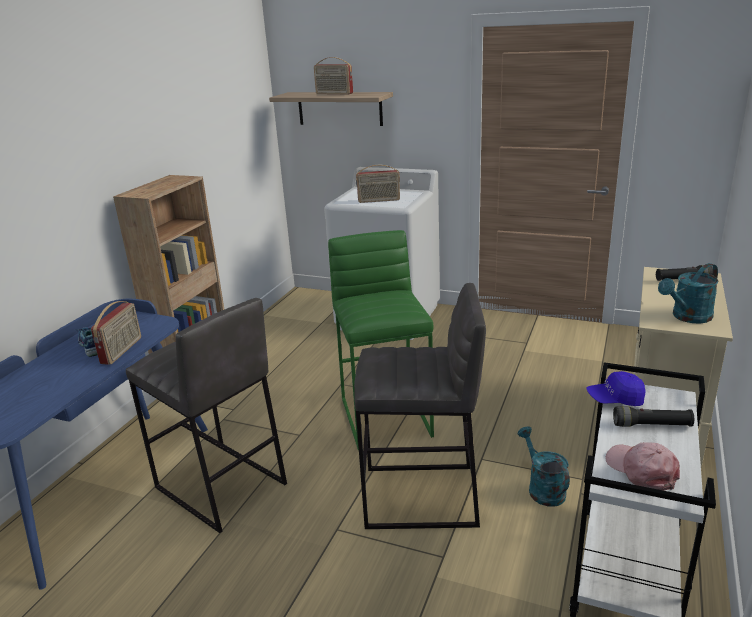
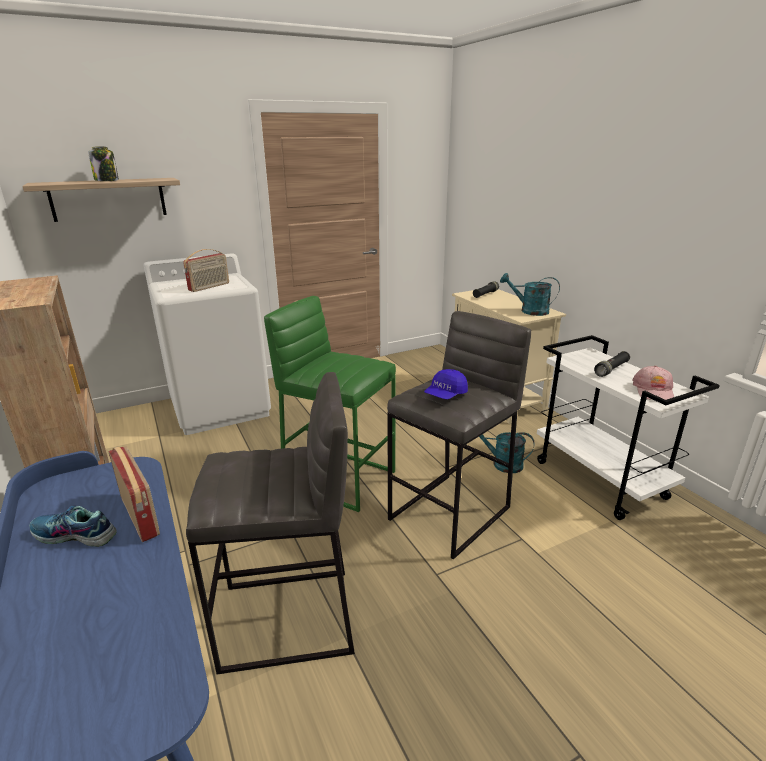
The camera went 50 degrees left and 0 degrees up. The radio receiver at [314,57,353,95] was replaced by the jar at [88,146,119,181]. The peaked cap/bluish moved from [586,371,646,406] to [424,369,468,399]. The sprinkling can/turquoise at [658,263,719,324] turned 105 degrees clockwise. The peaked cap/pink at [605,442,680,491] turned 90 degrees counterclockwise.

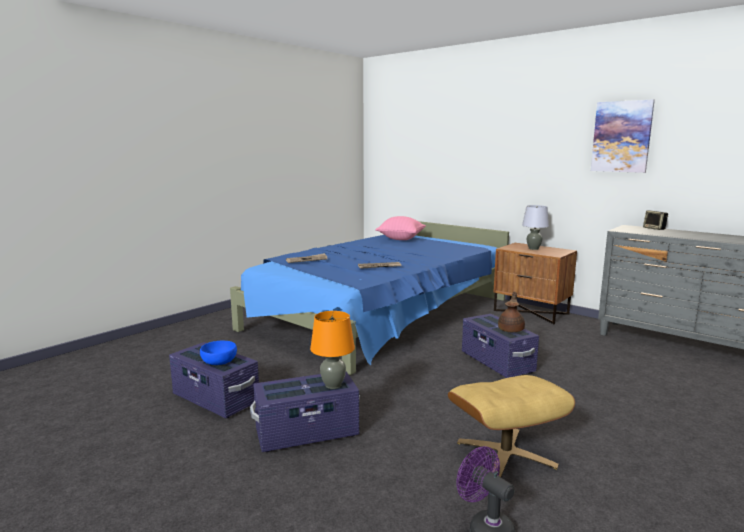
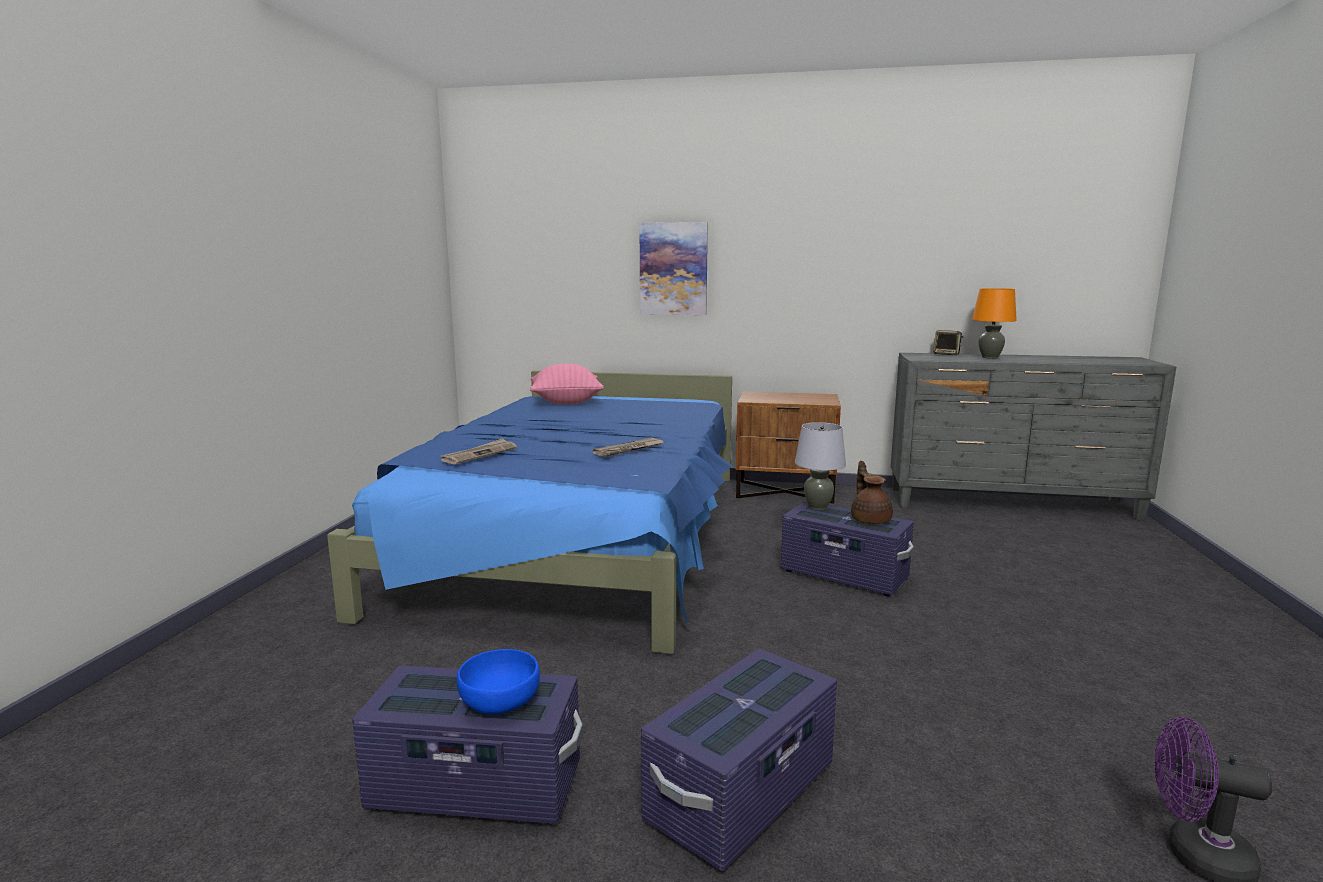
The camera went 30 degrees left and 0 degrees up. The wall art moved from [591,99,655,173] to [639,222,708,315]. The table lamp/grey moved from [522,205,549,250] to [795,422,846,510]. The table lamp/orange moved from [310,311,355,389] to [972,288,1017,359]. The footrest/beige-coloured at [448,375,575,477] disappeared.

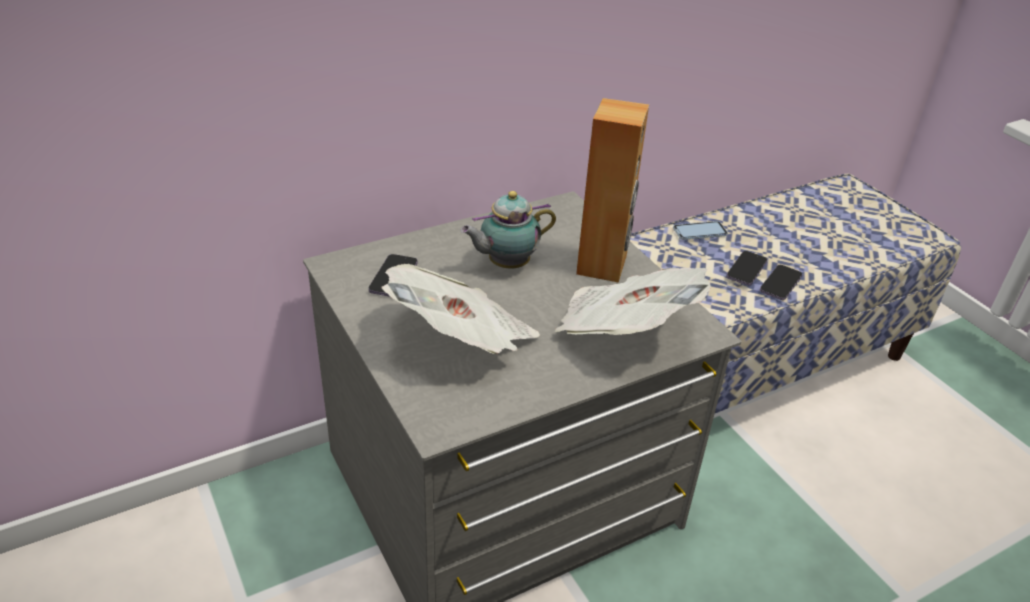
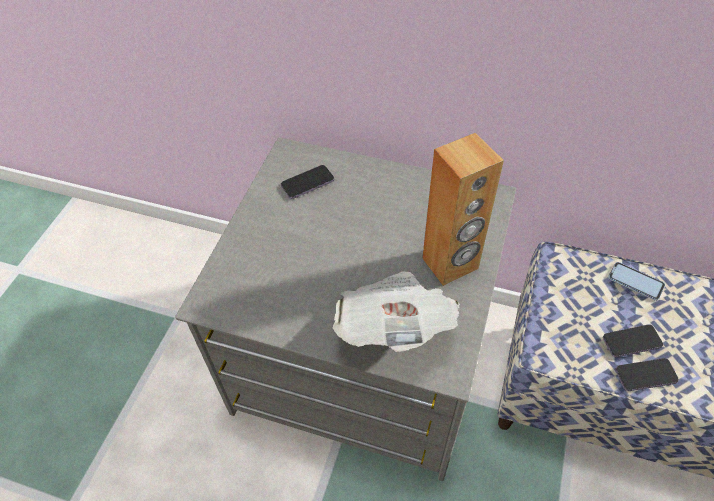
The camera went 50 degrees right and 15 degrees up. The printed paper at [381,264,540,354] disappeared. The tea pot at [460,191,556,268] disappeared.

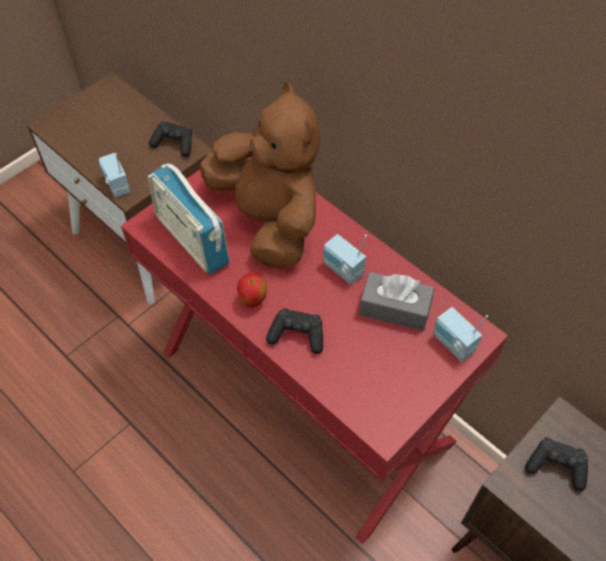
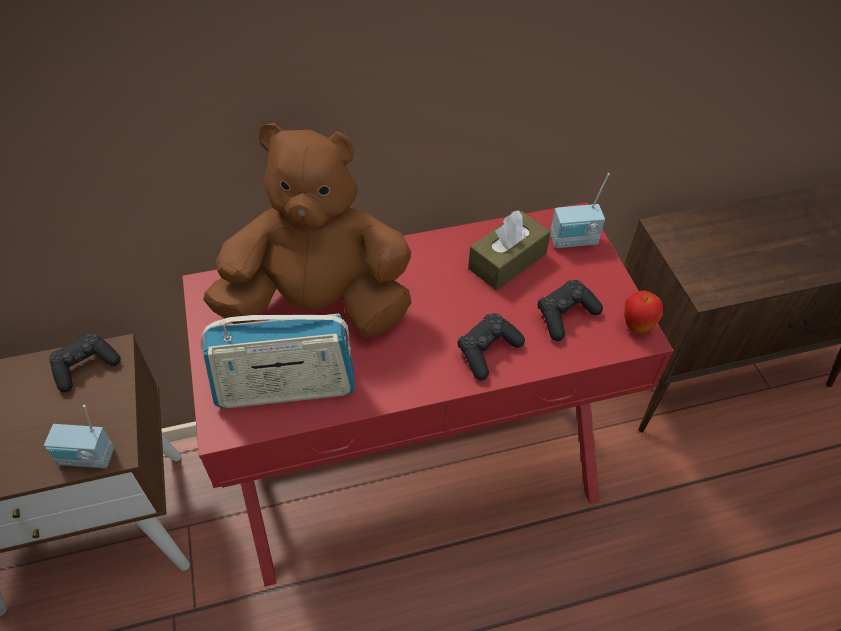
The camera went 60 degrees left and 5 degrees down. The tissue holder/grey at [359,272,434,331] became the tissue holder/brown-coloured at [468,210,551,290]. The game controller/black moved from [525,437,588,491] to [538,280,603,341]. The apple moved from [237,273,267,307] to [624,291,663,333]. The radio receiver at [323,234,367,285] disappeared.

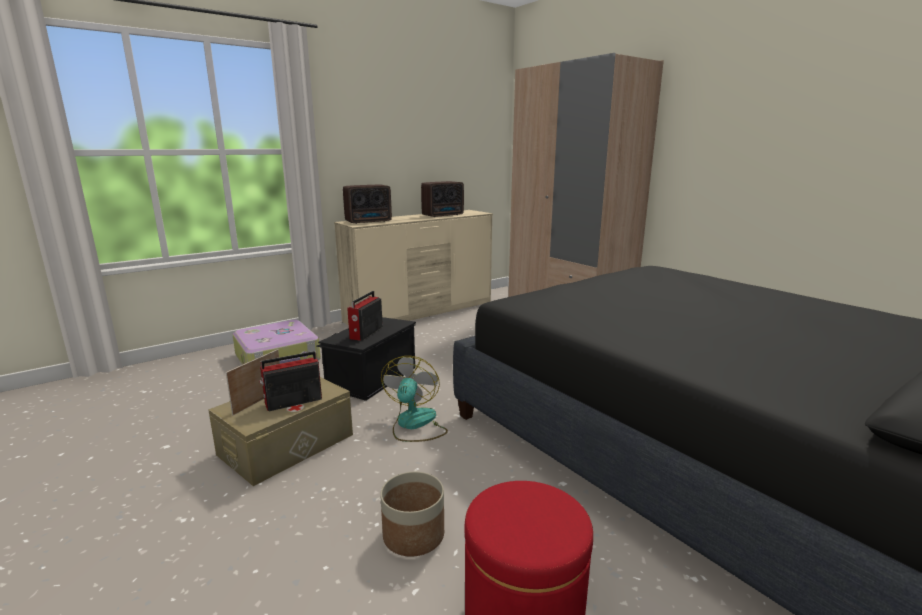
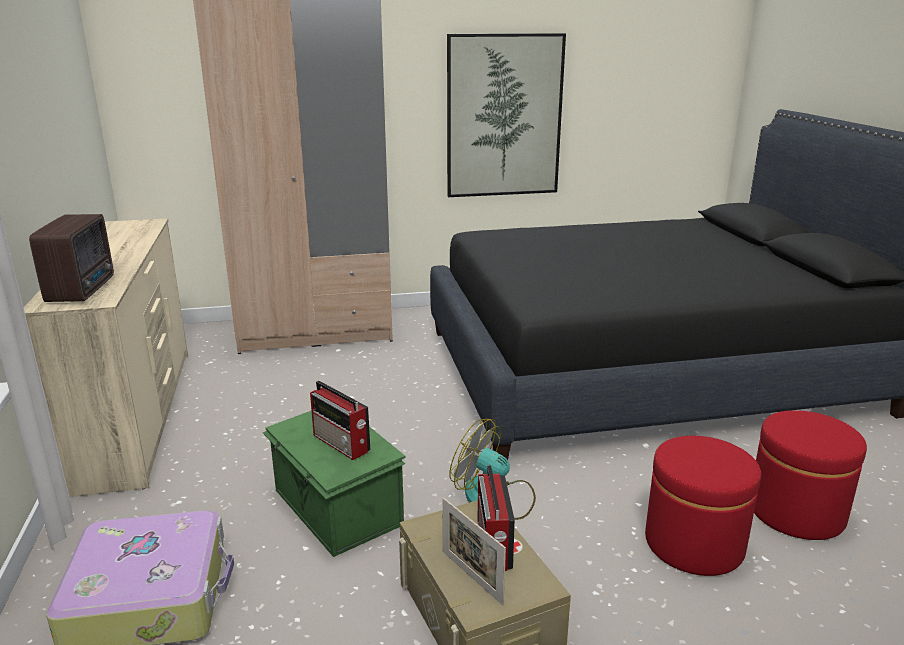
The camera went 65 degrees left and 5 degrees up. The storage box/black at [316,317,416,401] became the storage box/green-coloured at [263,410,405,557]. The wall art at [447,33,566,197] appeared. The plant pot at [380,472,444,557] was replaced by the footrest/red at [645,436,761,576]. The radio receiver at [421,181,464,217] disappeared.

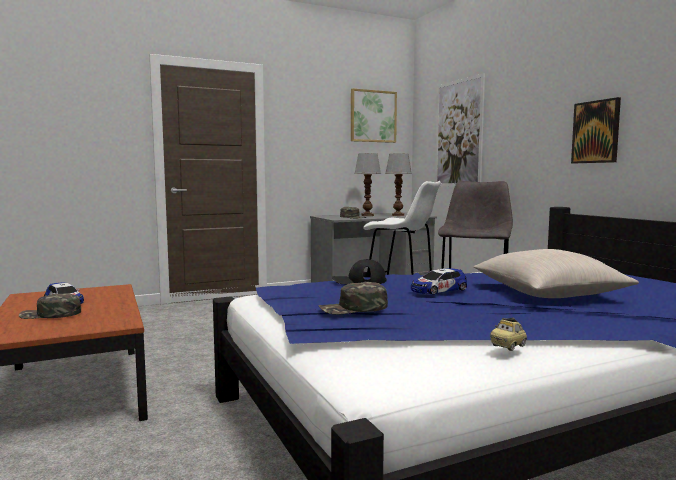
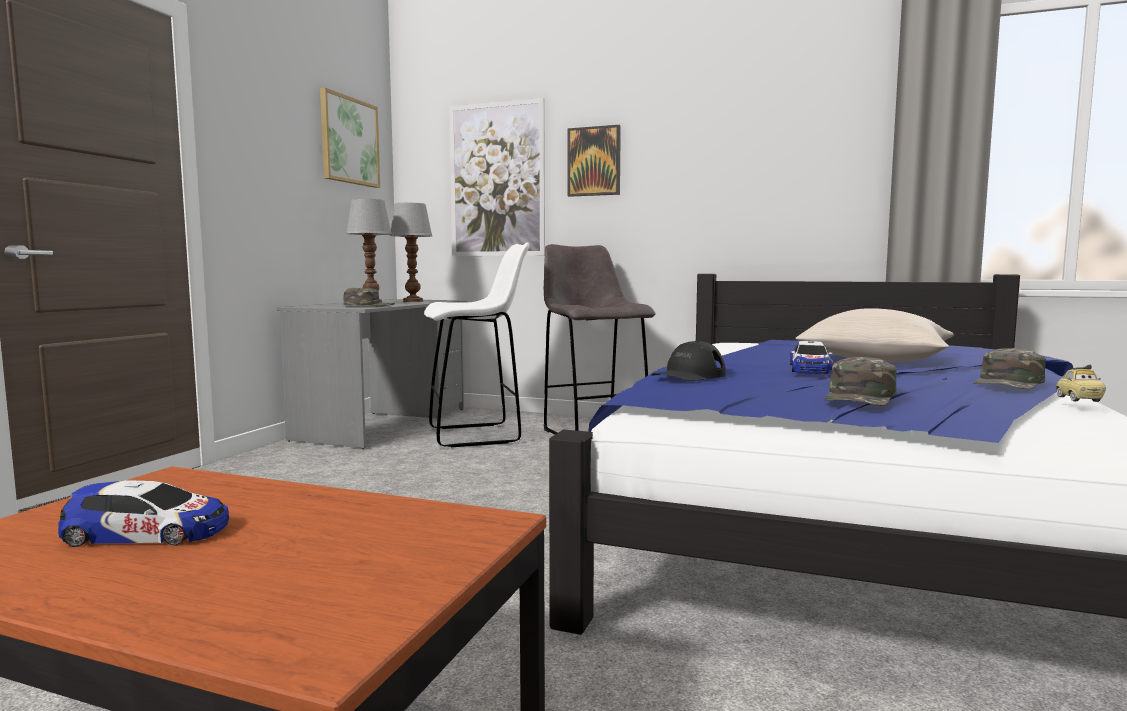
The camera went 45 degrees left and 0 degrees up. The wall art moved from [571,97,621,163] to [568,125,621,197]. The peaked cap/green-coloured moved from [19,293,81,319] to [973,348,1046,390].

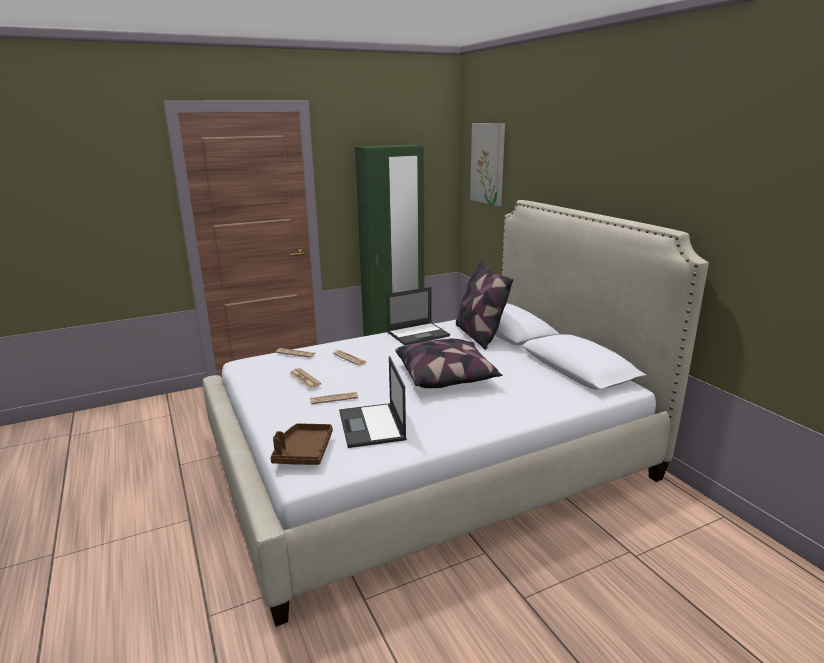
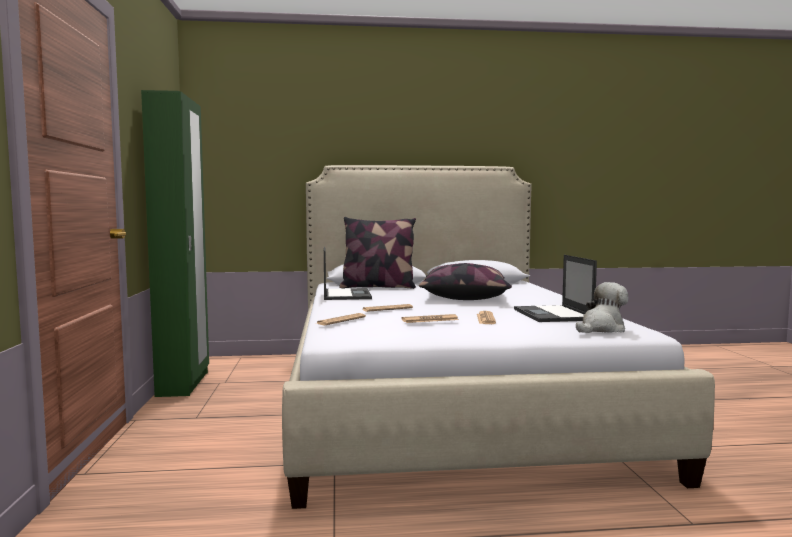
The camera went 70 degrees left and 15 degrees down. The portable computer at [339,356,407,448] turned 75 degrees clockwise. The tray/brown-coloured at [270,423,333,465] was replaced by the plush toy at [576,282,629,333]. The wall art at [470,123,505,206] disappeared.

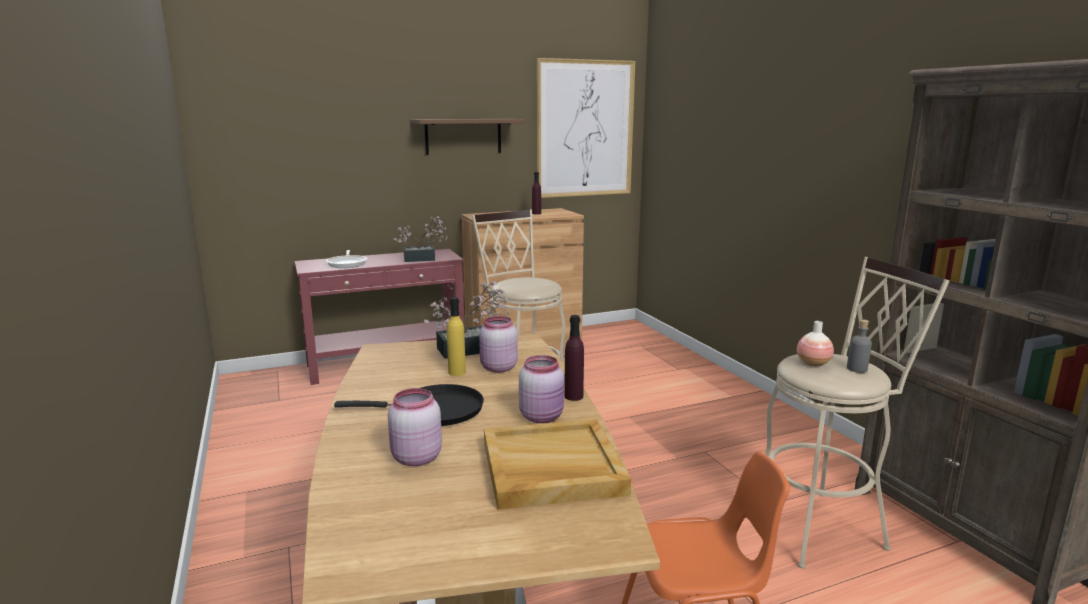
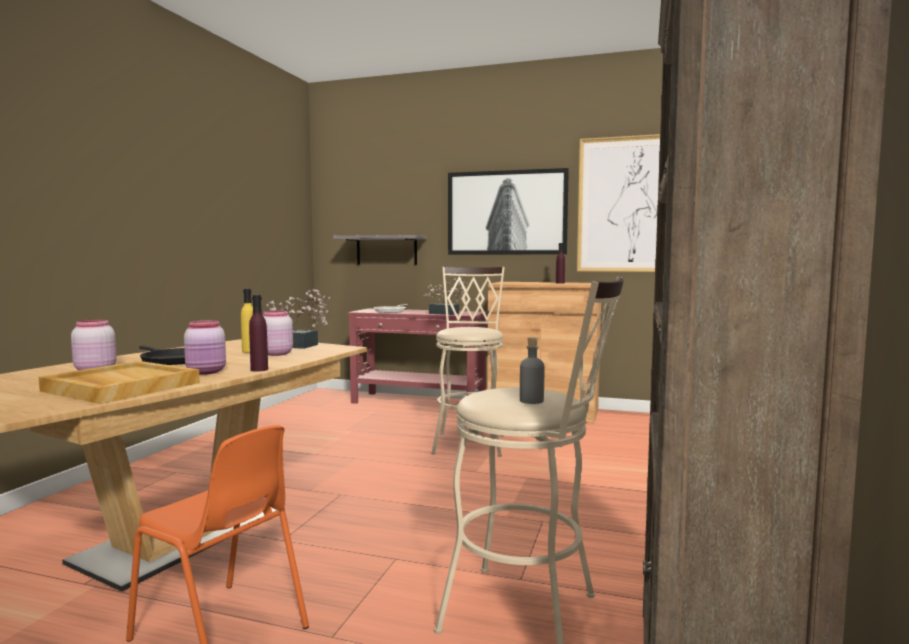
The camera went 40 degrees right and 10 degrees down. The bracket shelf/grey at [333,235,427,265] appeared. The bracket shelf/brown-coloured at [411,119,525,155] was replaced by the wall art at [448,168,569,254]. The vase at [797,321,834,366] disappeared.

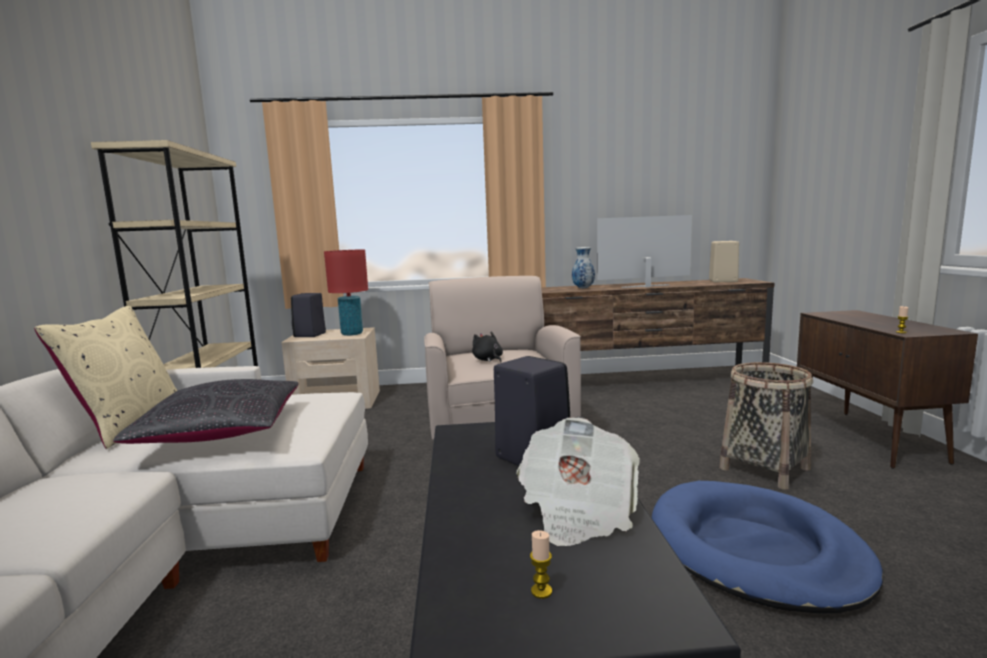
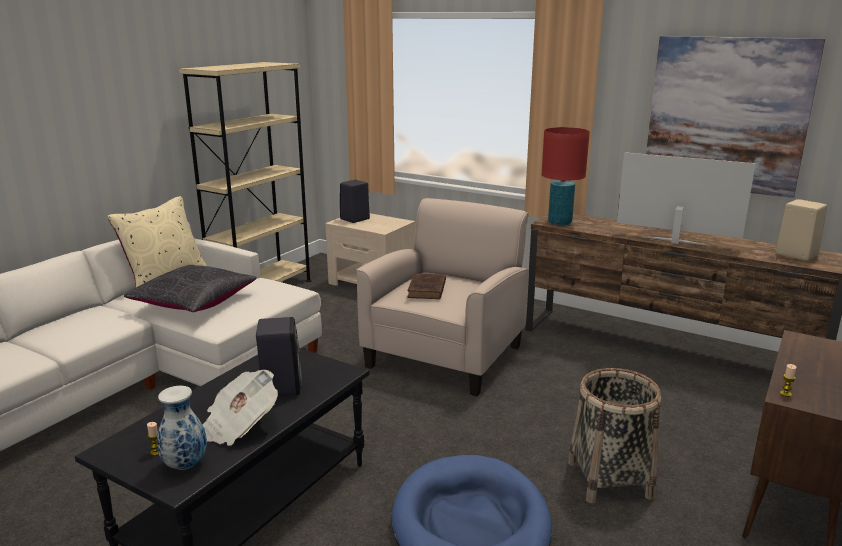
The camera went 35 degrees right and 10 degrees up. The vase moved from [572,247,595,288] to [157,386,207,470]. The plush toy/black at [472,332,503,363] was replaced by the bound book/brown-coloured at [407,273,446,299]. The table lamp/red moved from [324,249,368,336] to [542,127,590,225]. The wall art at [646,36,825,198] appeared.

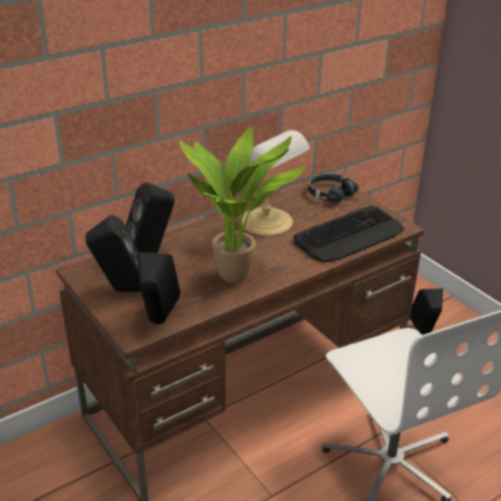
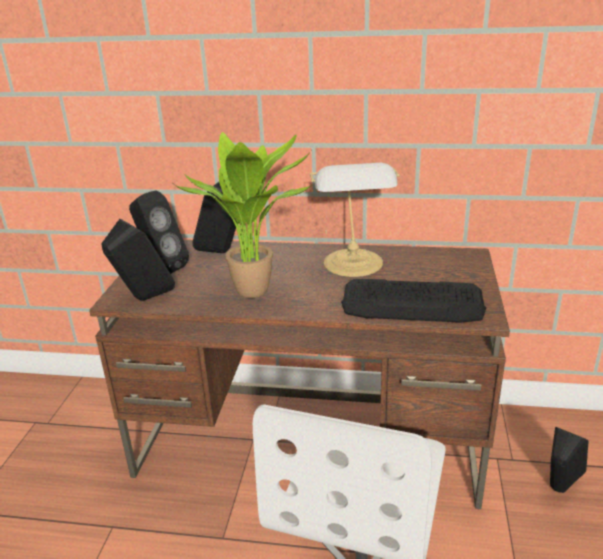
The camera went 45 degrees right and 5 degrees down. The pair of headphones/black at [308,173,358,203] disappeared.

